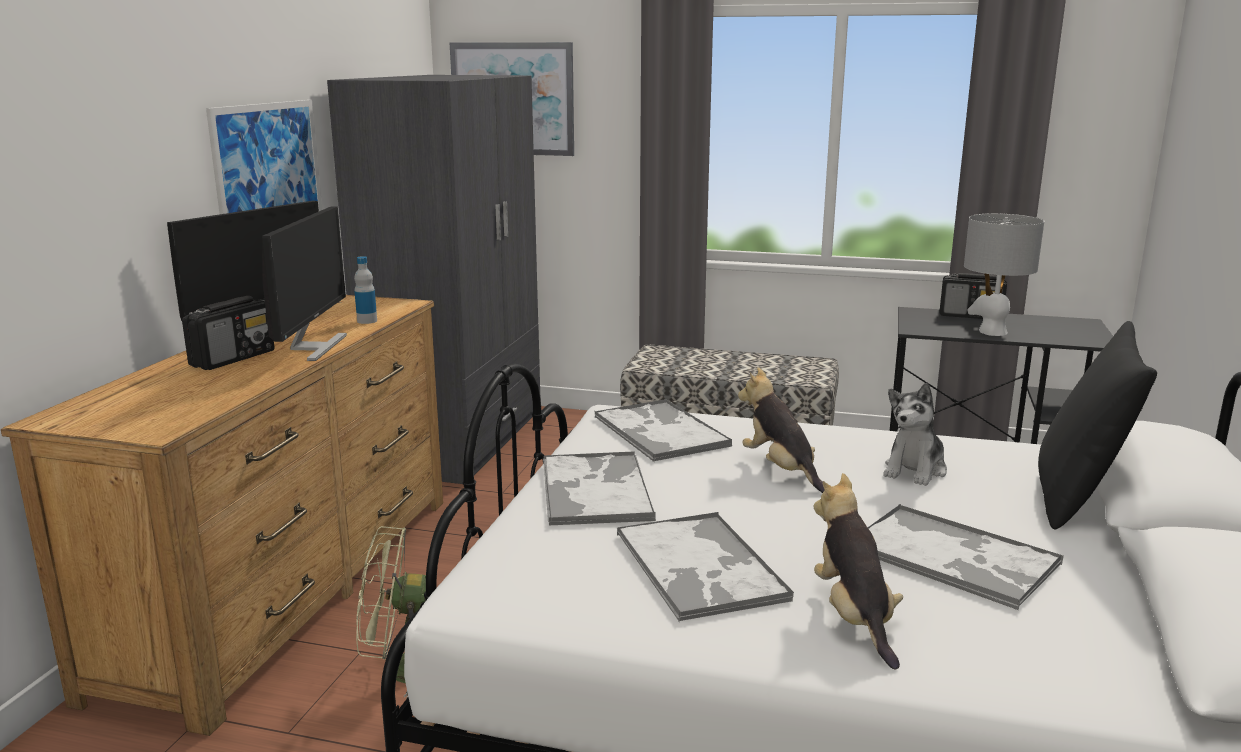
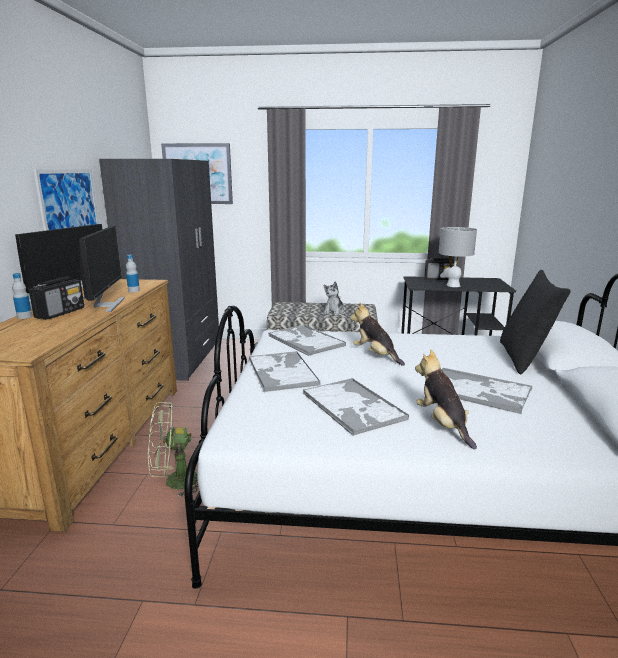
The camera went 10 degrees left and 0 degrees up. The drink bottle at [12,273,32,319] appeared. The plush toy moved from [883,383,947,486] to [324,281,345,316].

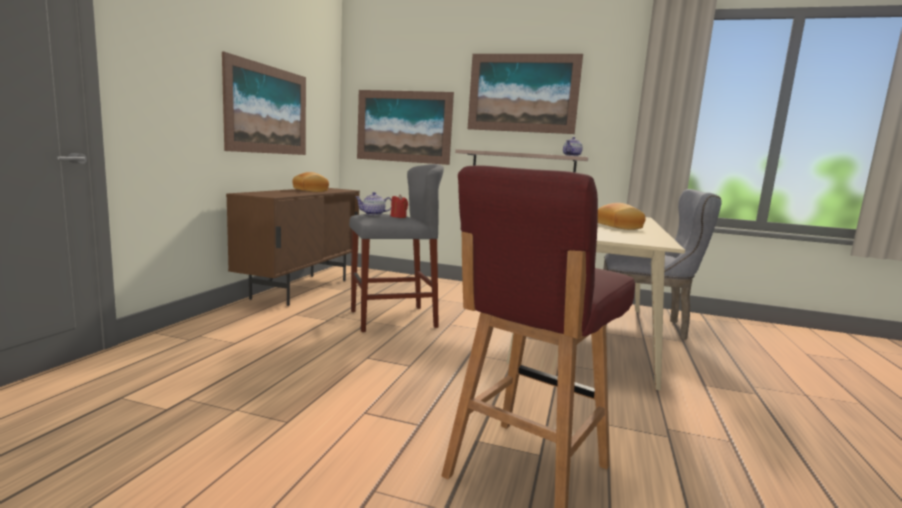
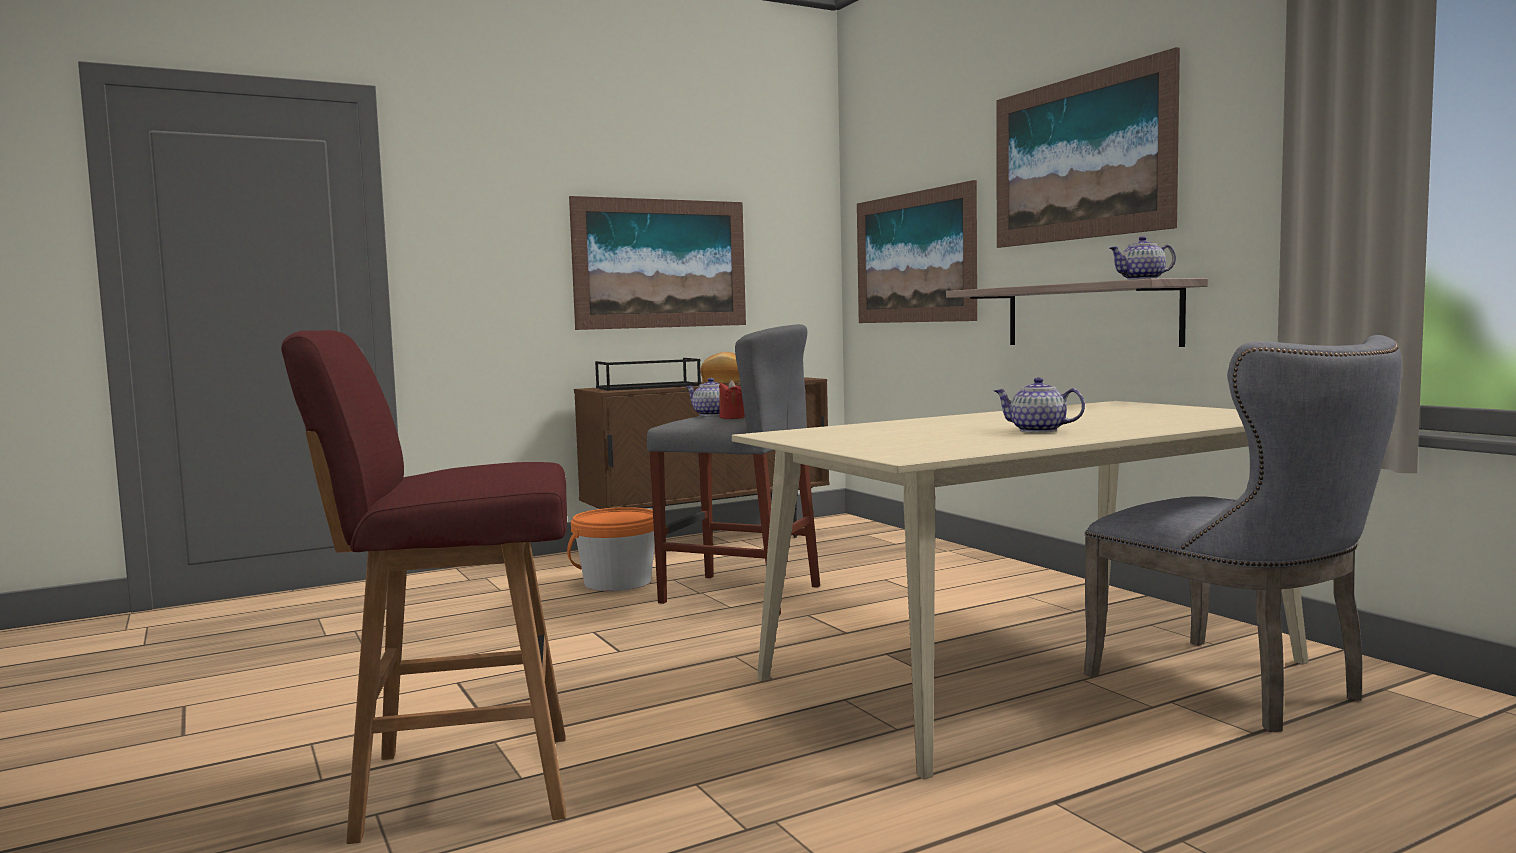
The camera went 45 degrees right and 5 degrees down. The water bucket/orange at [567,507,655,591] appeared. The tray/black at [595,358,701,391] appeared. The baked bread at [598,203,646,230] was replaced by the tea pot at [994,377,1085,433].

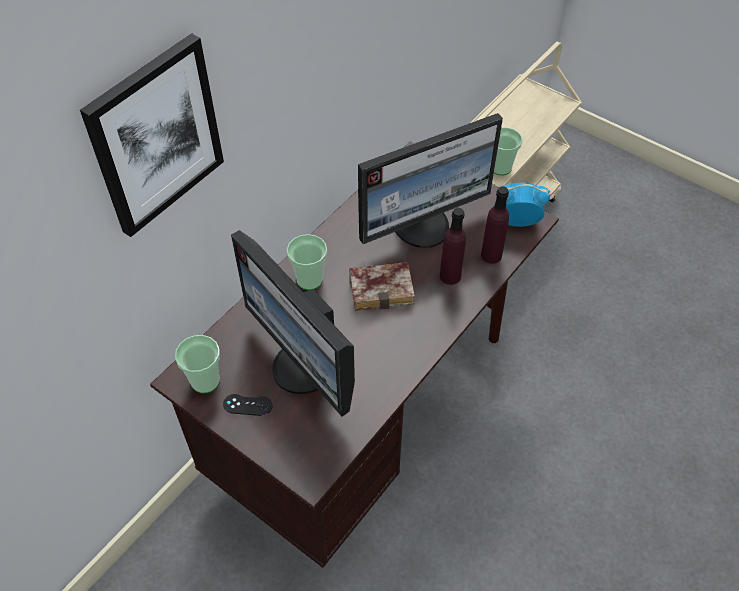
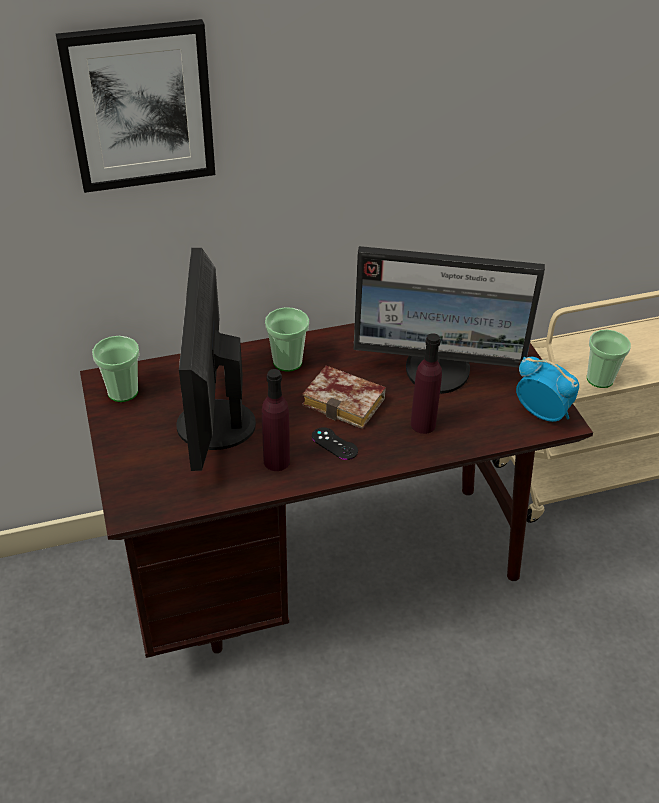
The camera went 35 degrees right and 10 degrees down. The drink bottle/purplish moved from [481,186,509,264] to [262,369,290,471]. The game controller/black moved from [223,394,272,416] to [312,427,358,460].

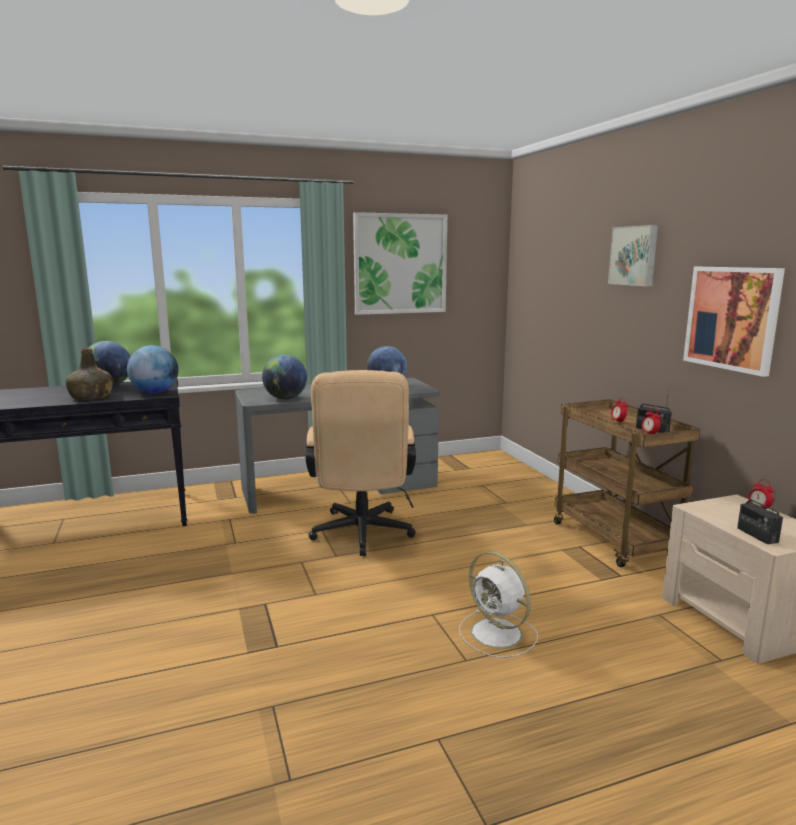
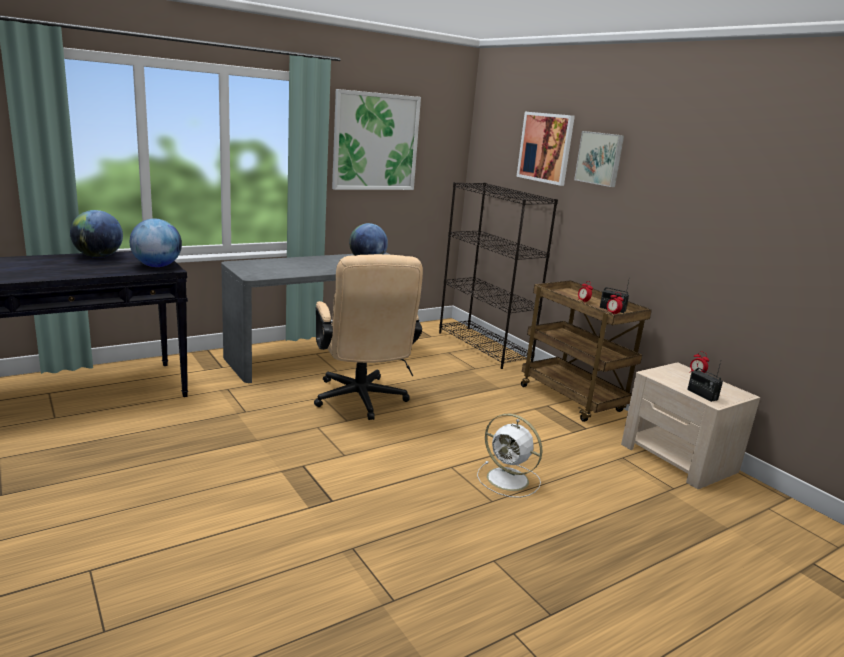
The camera went 15 degrees left and 5 degrees up. The bookshelf/black at [439,182,558,369] appeared. The wall art moved from [683,267,785,377] to [516,112,575,186]. The drink bottle/green-coloured at [66,348,113,400] disappeared. The world globe at [262,355,307,399] disappeared.

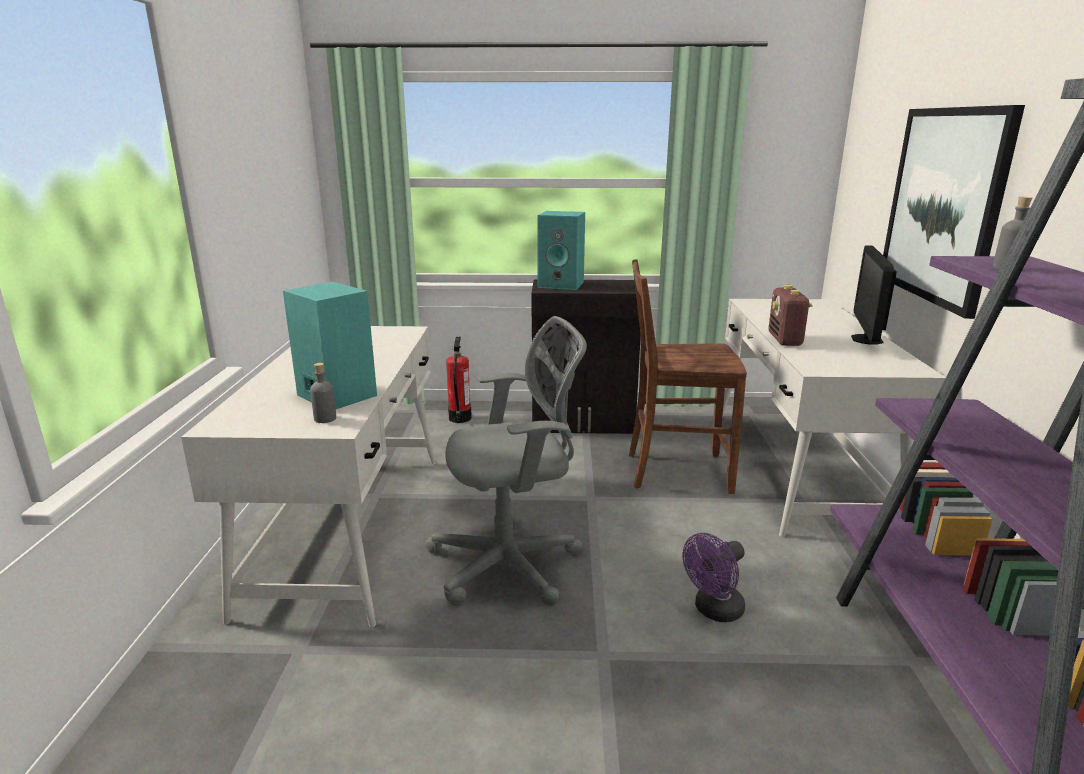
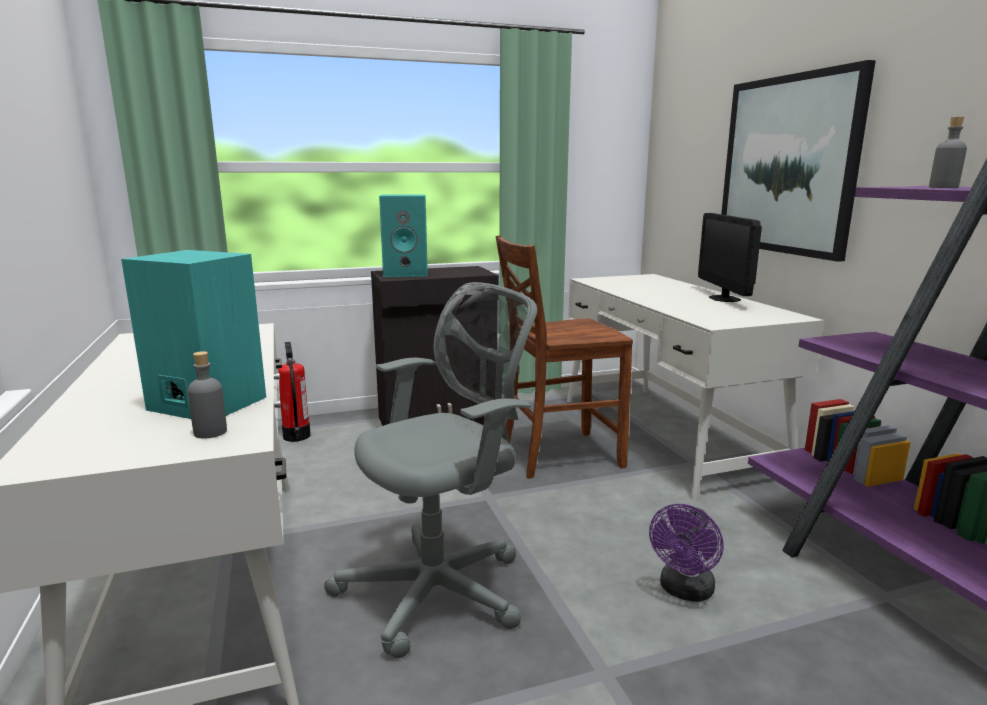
The camera went 20 degrees left and 5 degrees down. The radio receiver at [768,285,813,346] disappeared.

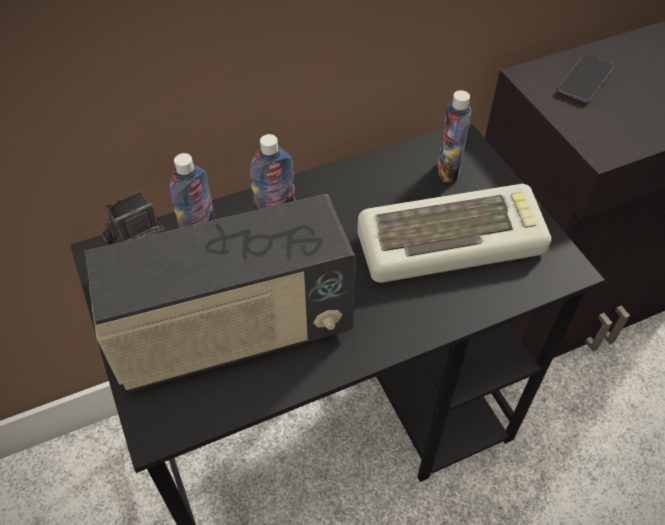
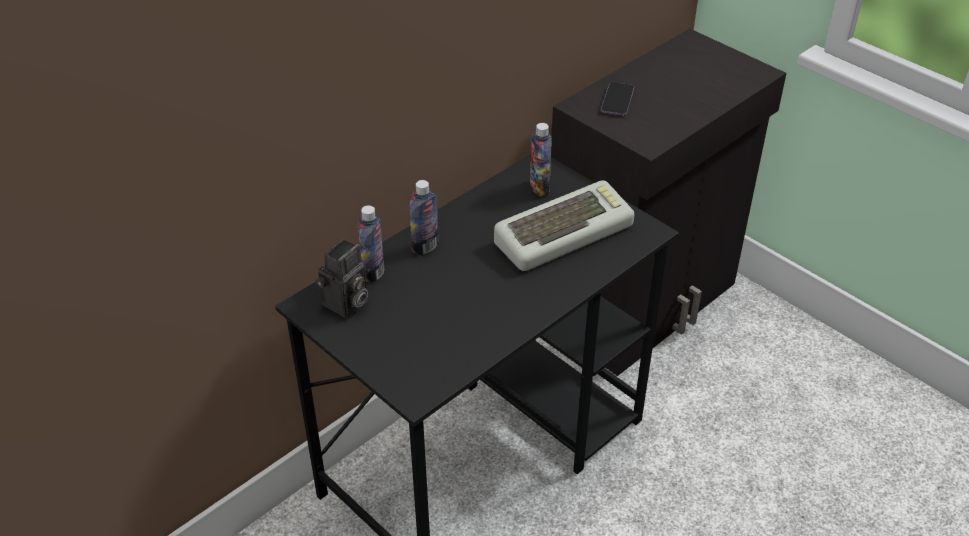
The camera went 20 degrees left and 10 degrees down. The radio receiver at [84,194,356,392] disappeared.

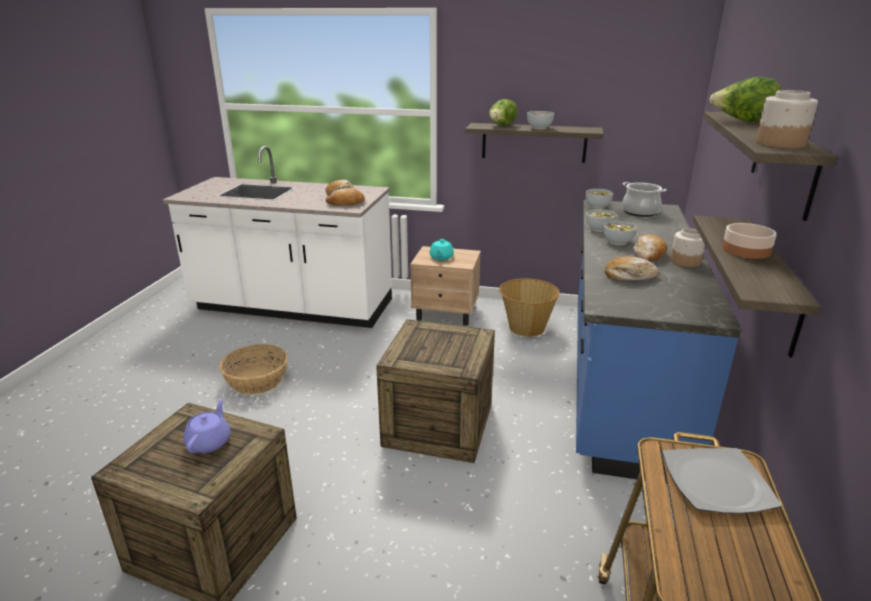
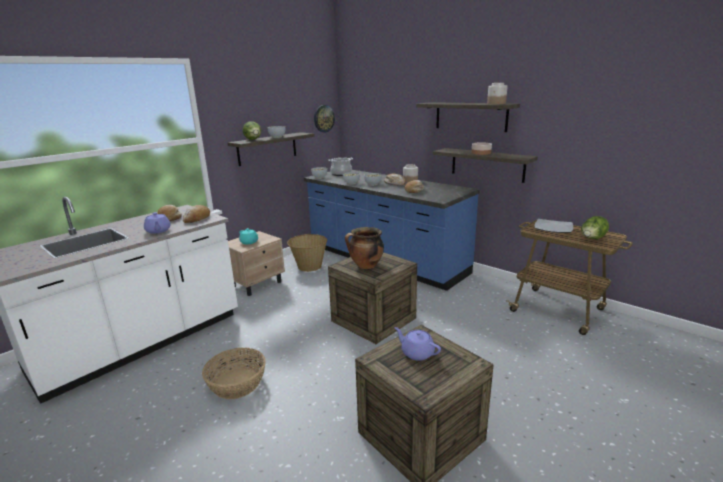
The camera went 60 degrees left and 5 degrees down. The tea pot/purplish at [144,212,171,234] appeared. The clock on the wall at [314,105,335,132] appeared. The stockpot at [345,227,384,269] appeared. The head of lettuce moved from [709,77,781,122] to [581,216,609,239].

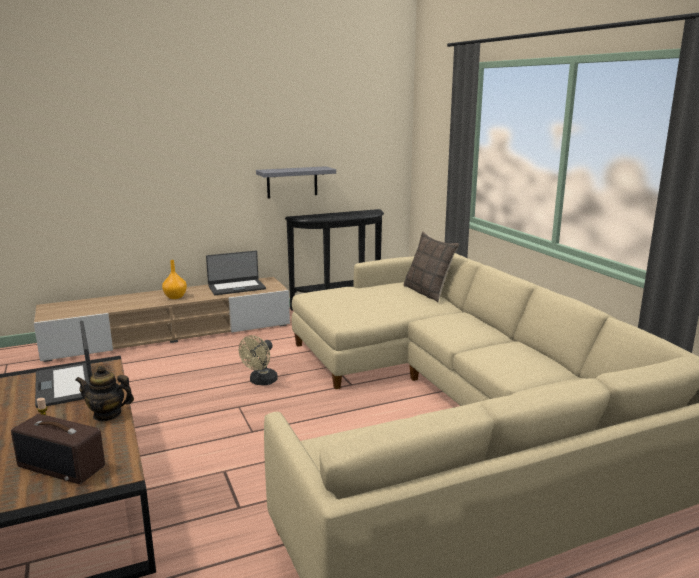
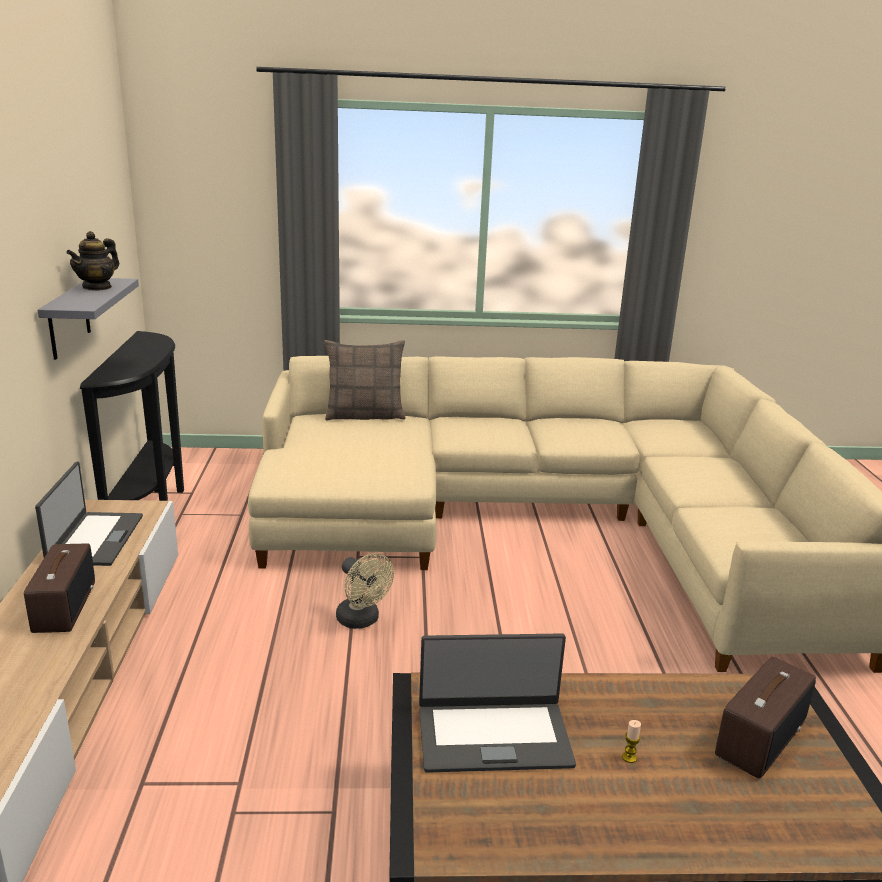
The camera went 70 degrees left and 5 degrees up. The vase/orange at [162,260,187,299] was replaced by the radio receiver at [24,544,95,633]. The tea pot moved from [75,366,134,421] to [66,231,119,291].

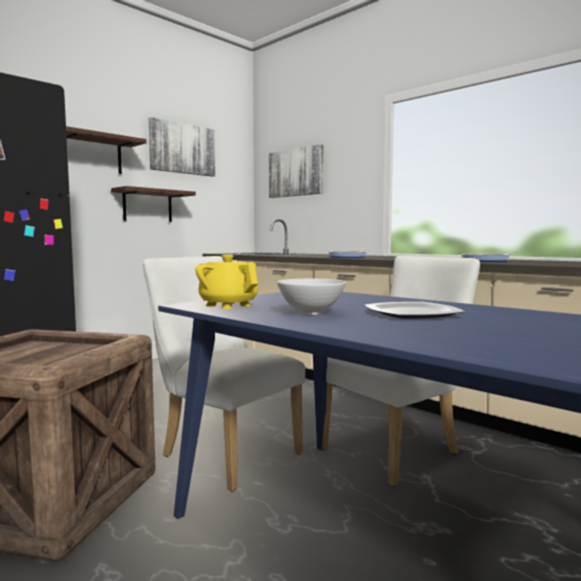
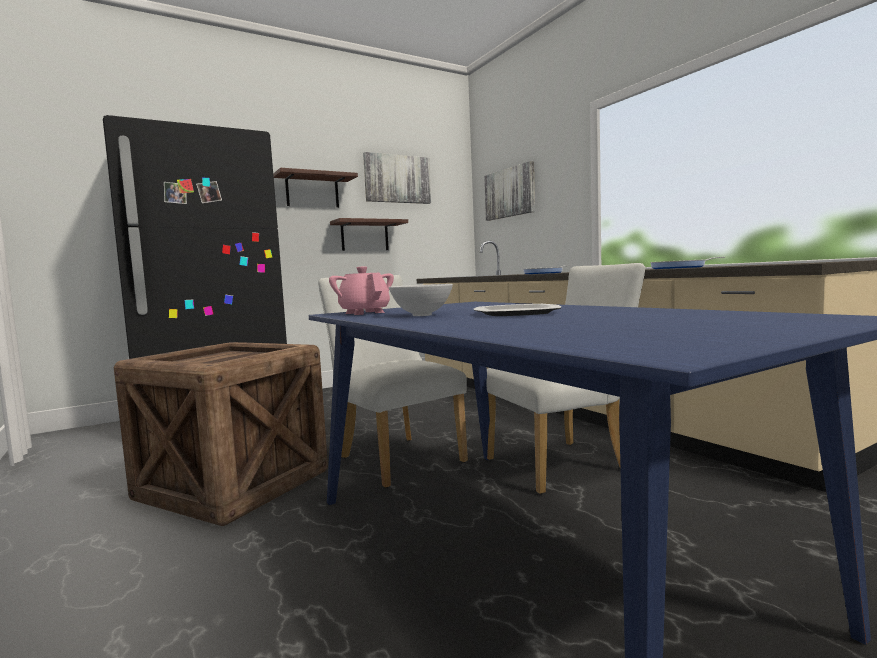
The camera went 15 degrees right and 0 degrees up. The tea pot/yellow-coloured at [195,255,258,309] became the tea pot/pink at [329,267,394,315].

